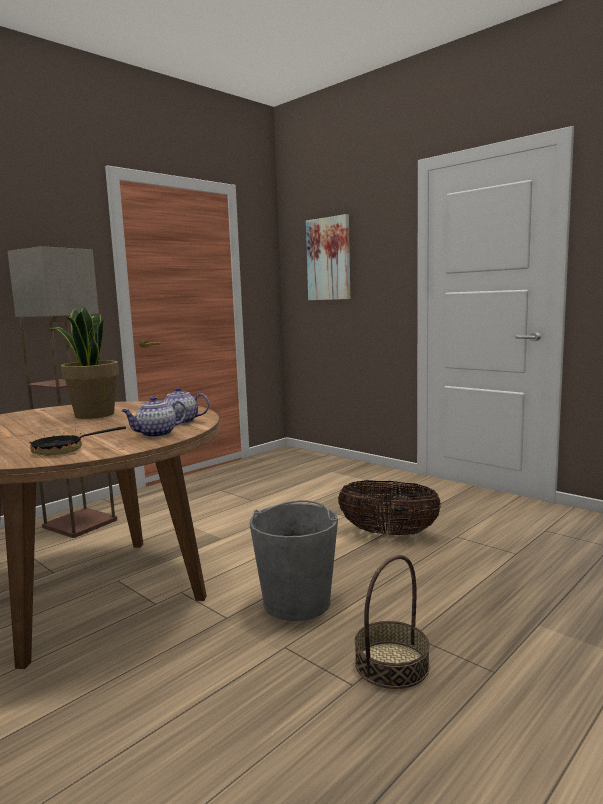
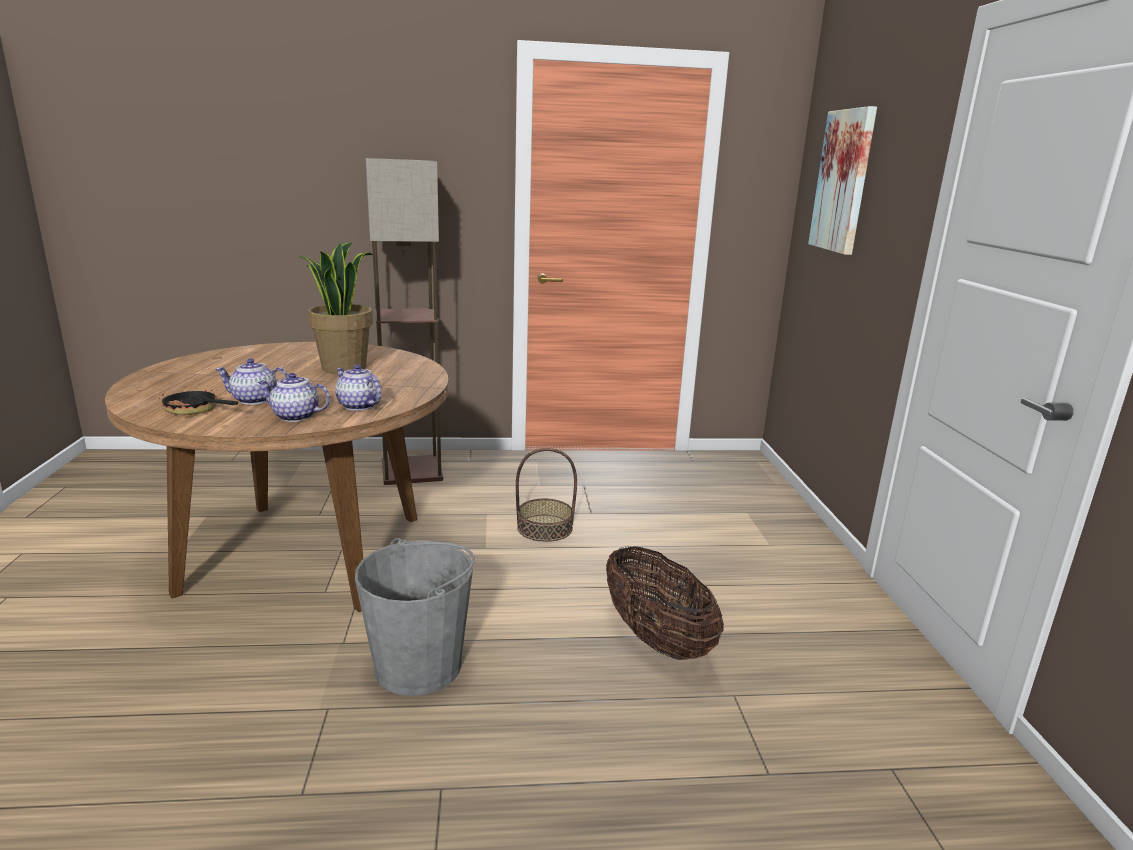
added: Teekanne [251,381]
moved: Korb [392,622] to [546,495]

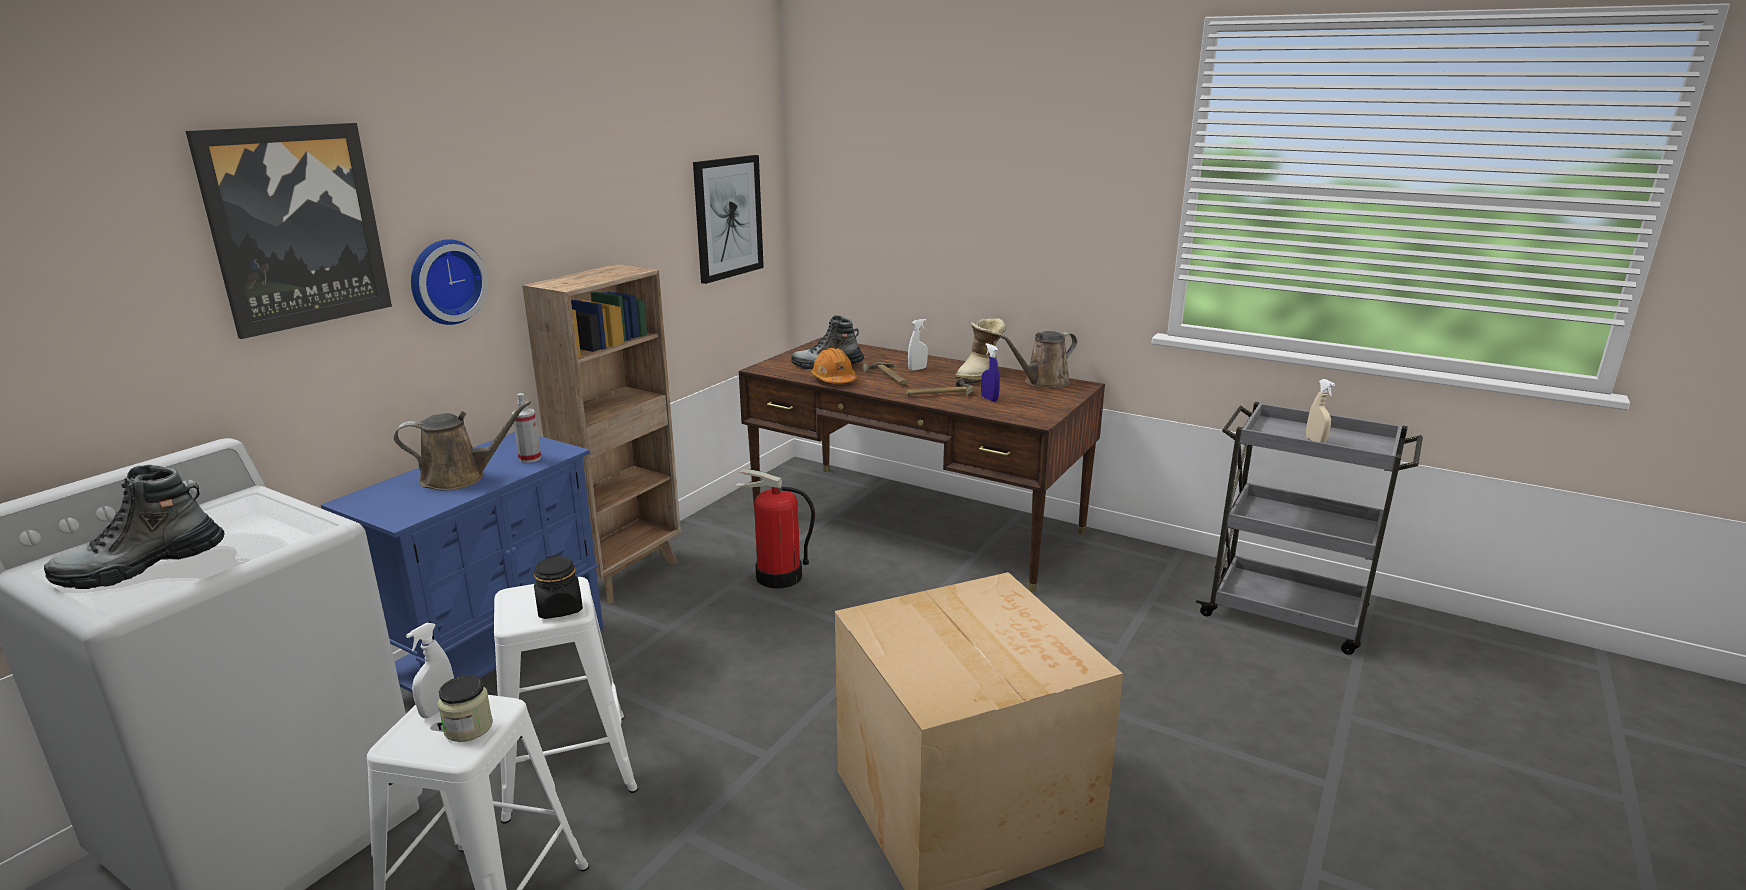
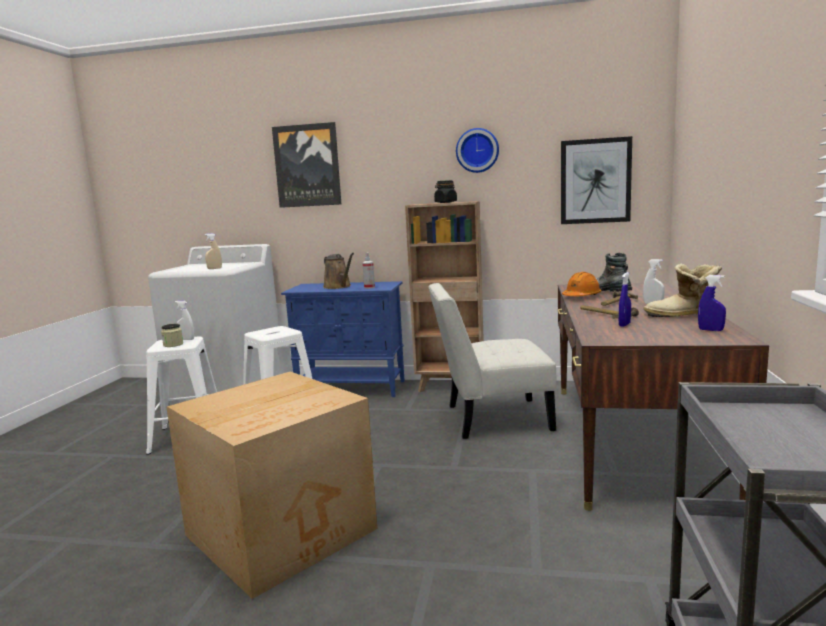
removed: Stiefel [134,527]
moved: Sprühflasche (beige) [1320,411] to [213,251]; Vorratsglas (schwarz) [558,587] to [445,191]; Wanduhr [449,282] to [477,150]
replaced: Feuerlöscher [775,529] to Stuhl (weiß) [492,361]; Gießkanne (braun) [1038,359] to Sprühflasche (blau) [712,303]

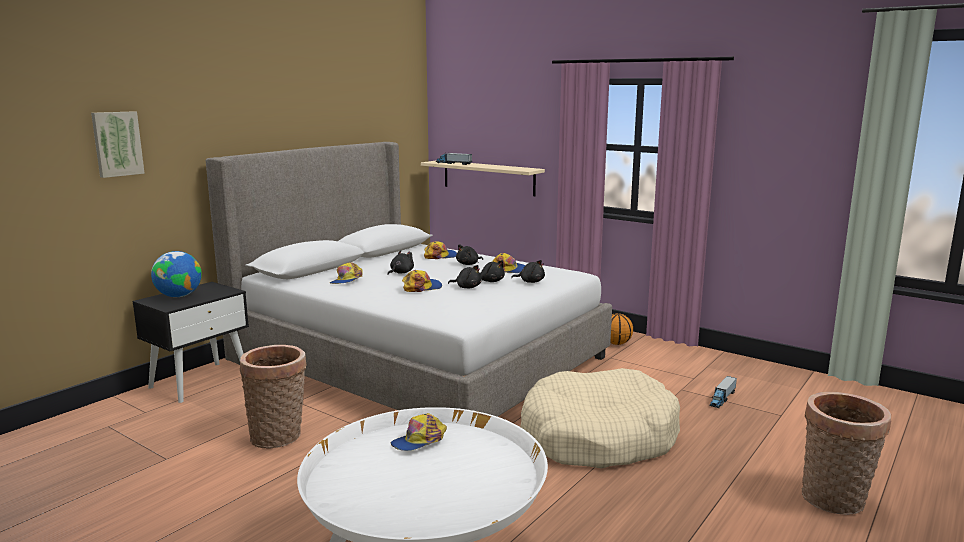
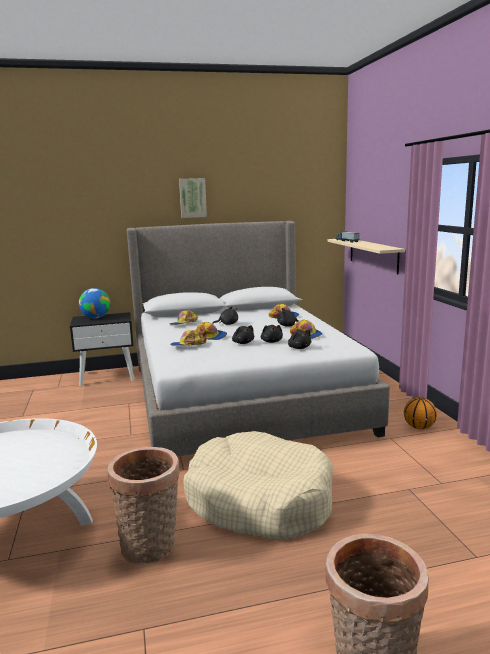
removed: Spielzeuglaster [723,392]
moved: Korb [273,397] to [144,506]; Kappe [419,432] to [188,338]; Bild [118,144] to [193,198]

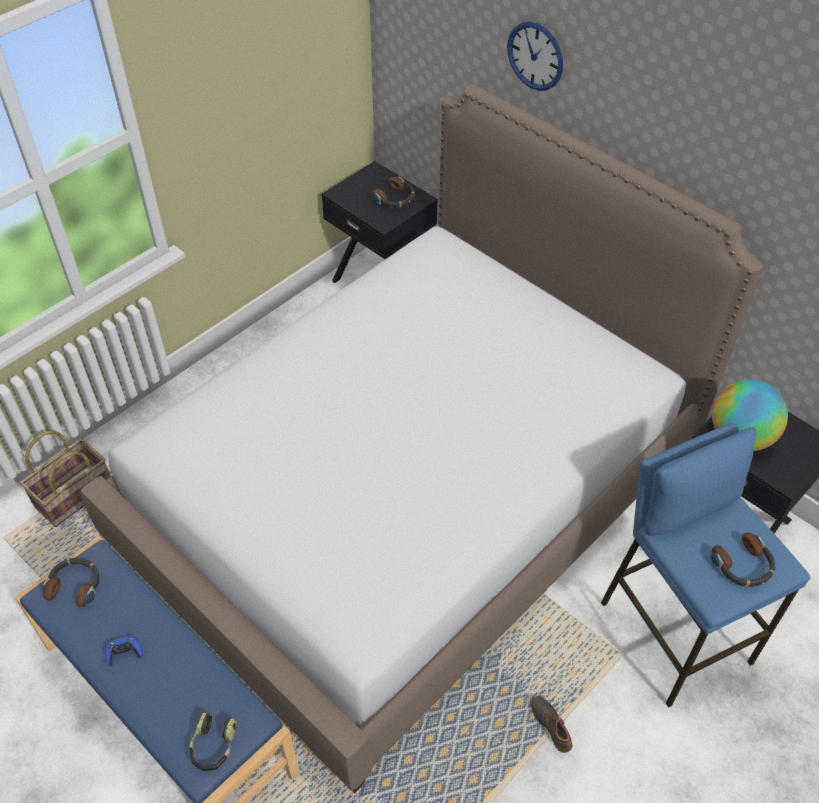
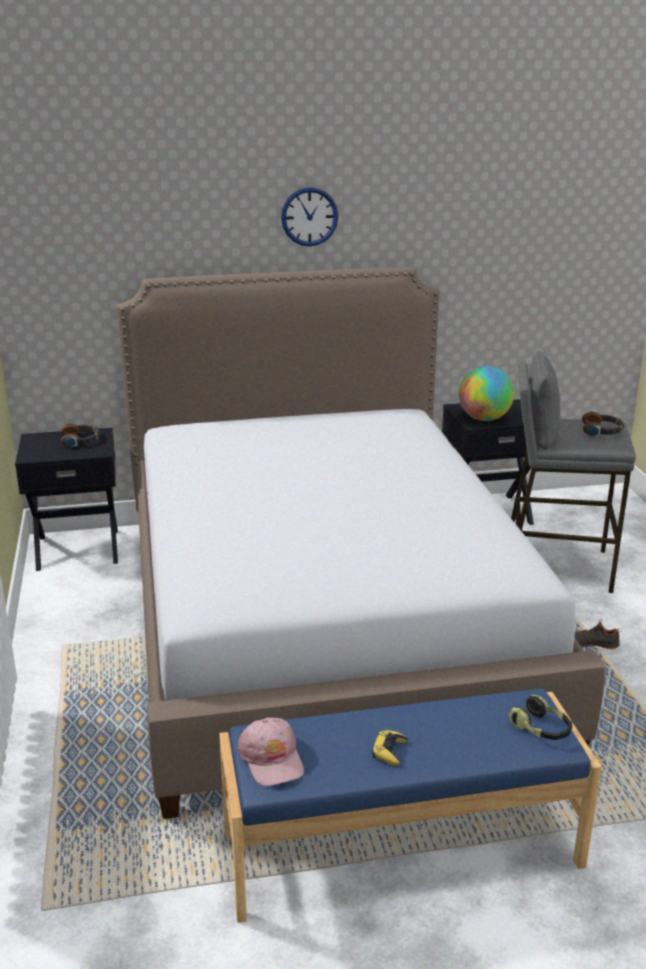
removed: Korb [65,478]
moved: Wanduhr [535,56] to [309,216]
replaced: Kopfhörer [71,582] to Kappe (rosa) [271,752]
recoloured: Gamepad (blau) [124,651] to Gamepad (gelb) [390,748]; Hocker (blau) [706,565] to Hocker (grau) [573,472]

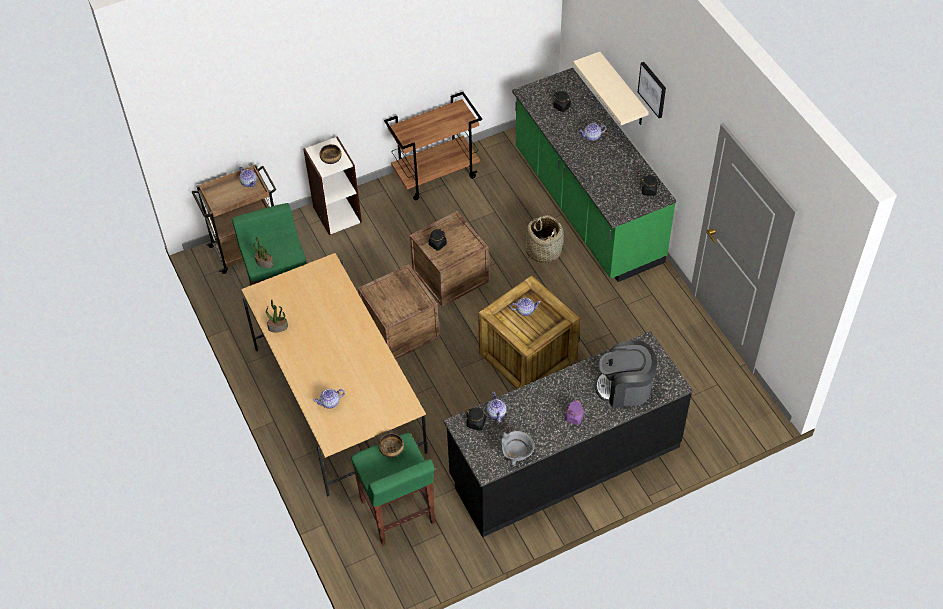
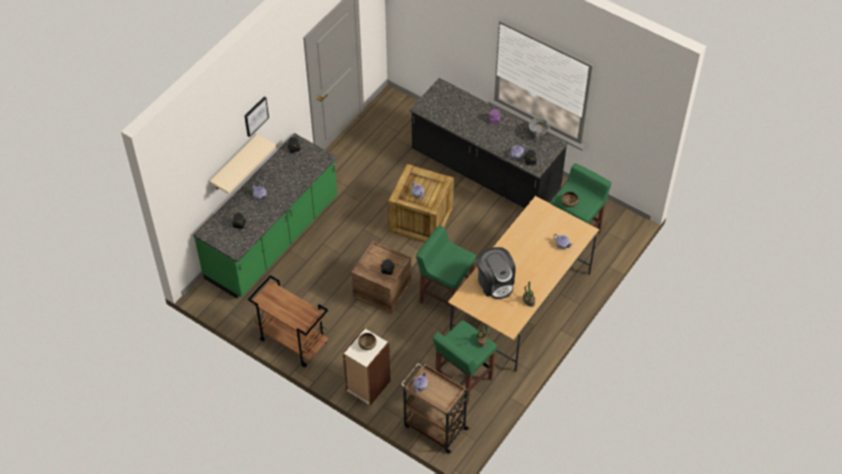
removed: Korb [544,239]
moved: Kaffeemaschine [626,374] to [496,273]
replaced: Kiste [399,311] to Hocker (grün) [446,272]

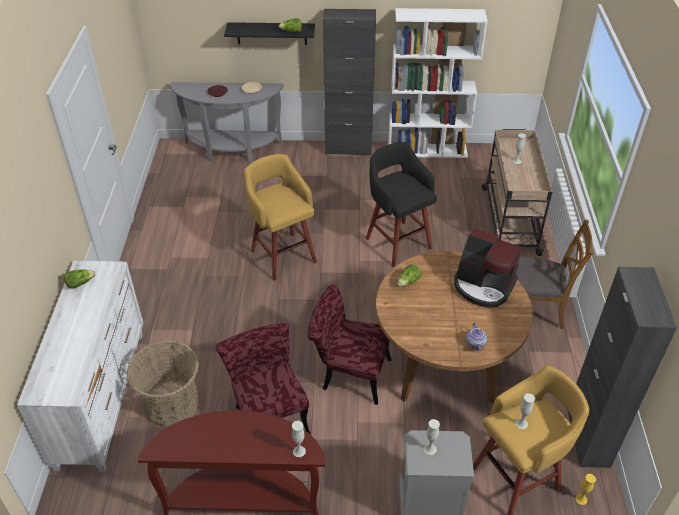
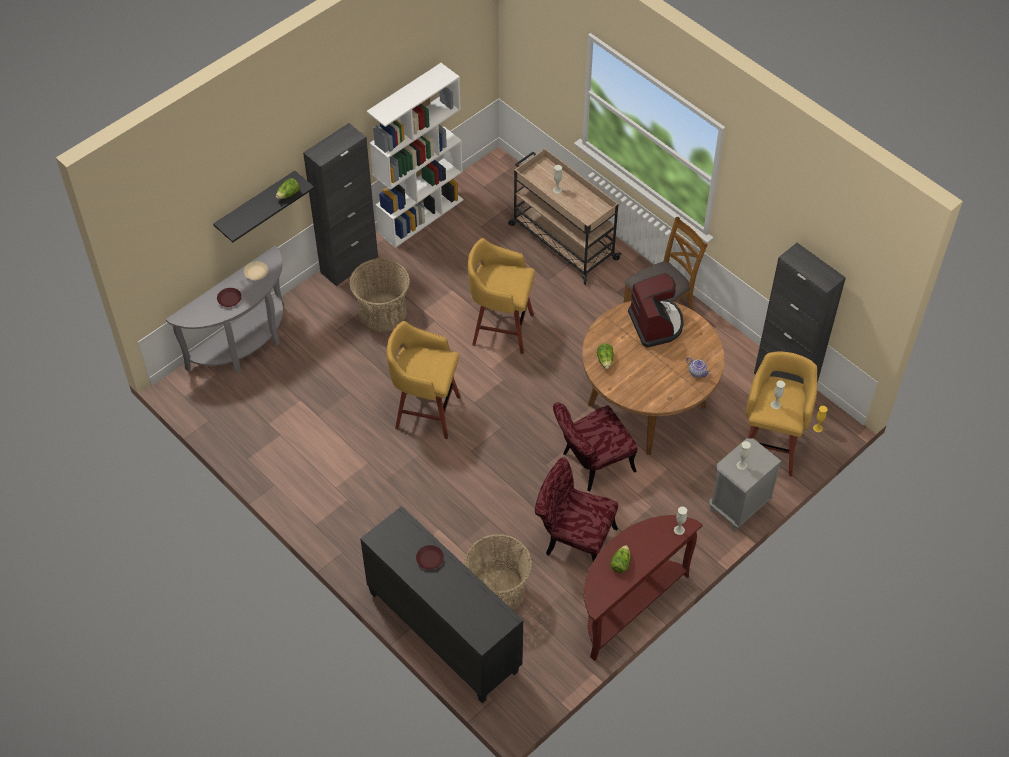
added: Korb [379,295]; Teller (braun) [430,557]
moved: Salatkopf [80,279] to [620,559]
recoloured: Kommode (weiß) [80,367] to Kommode (schwarz) [441,604]; Hocker (schwarz) [401,204] to Hocker (gelb) [501,296]
turned: Kaffeemaschine [487,268] = [656,310] 90 degrees counterclockwise

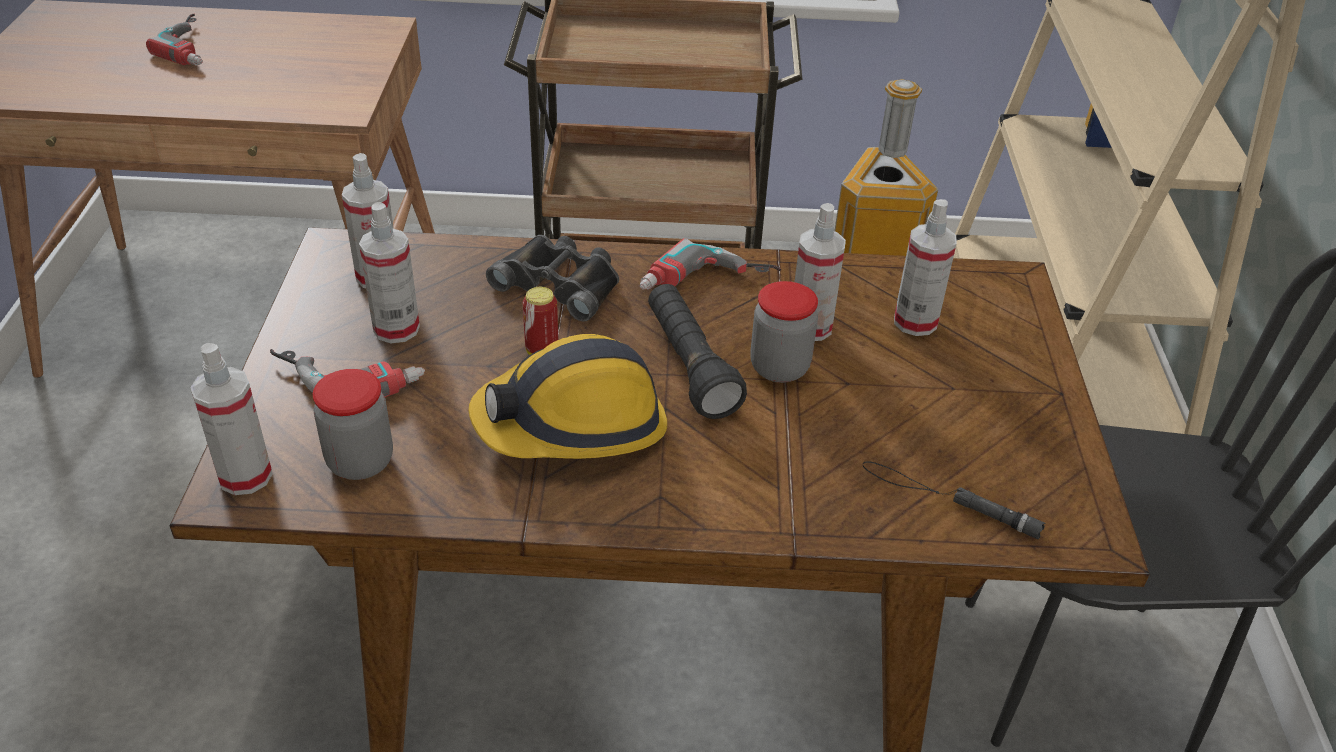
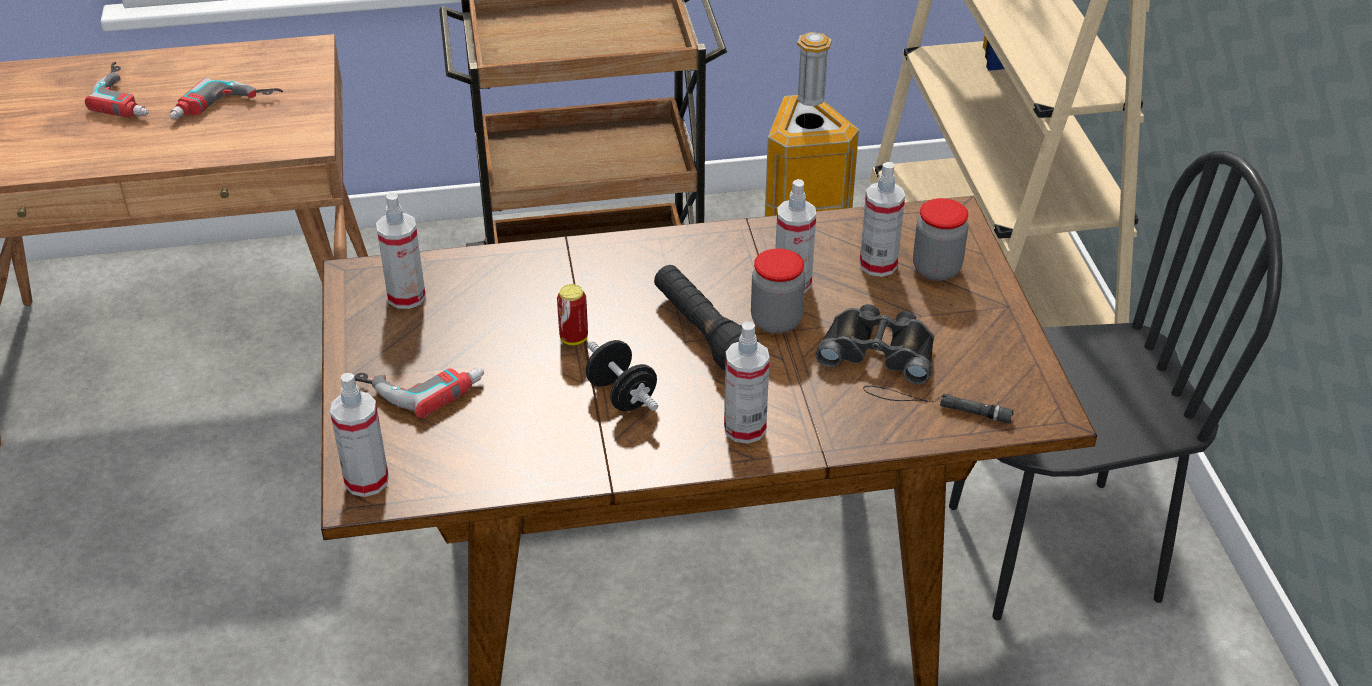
moved: Bohrmaschine [710,264] to [226,98]; Sprühflasche [389,272] to [747,382]; Fernglas (schwarz) [552,278] to [874,344]; Vorratsglas [353,424] to [940,239]
replaced: Schutzhelm [568,396] to Hantel (schwarz) [622,375]

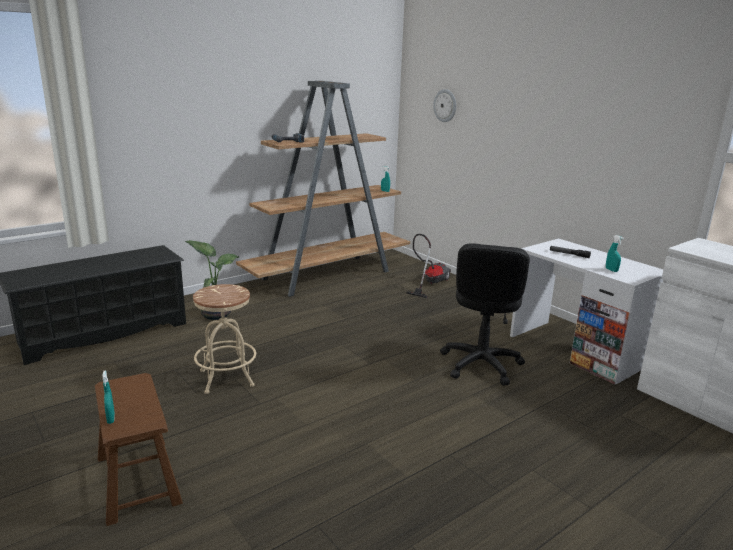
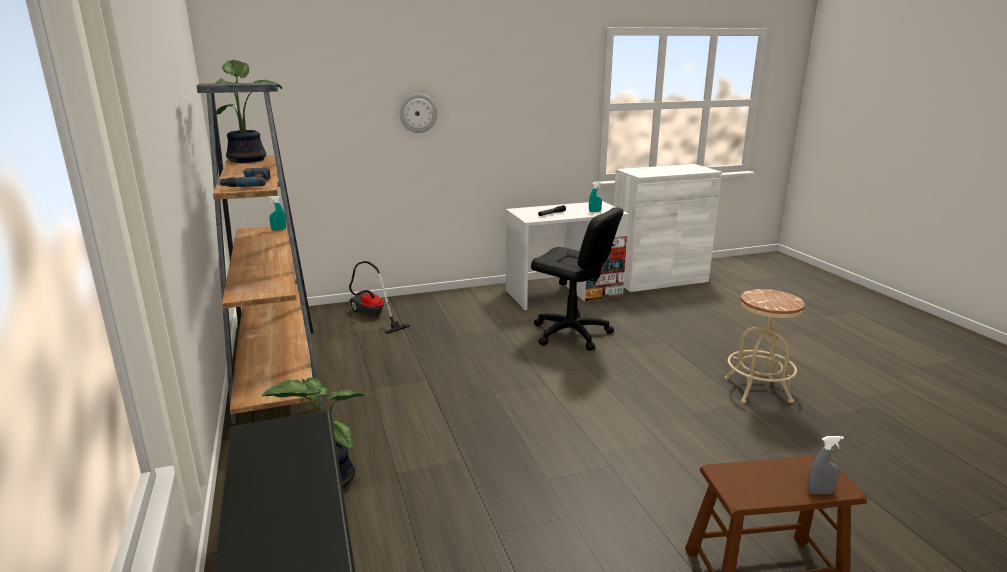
added: Topfpflanze [249,111]
moved: Wanduhr [444,105] to [418,113]; Hocker (beige) [224,339] to [765,346]
recoloured: Sprühflasche (türkis) [108,397] to Sprühflasche (grau) [825,465]

